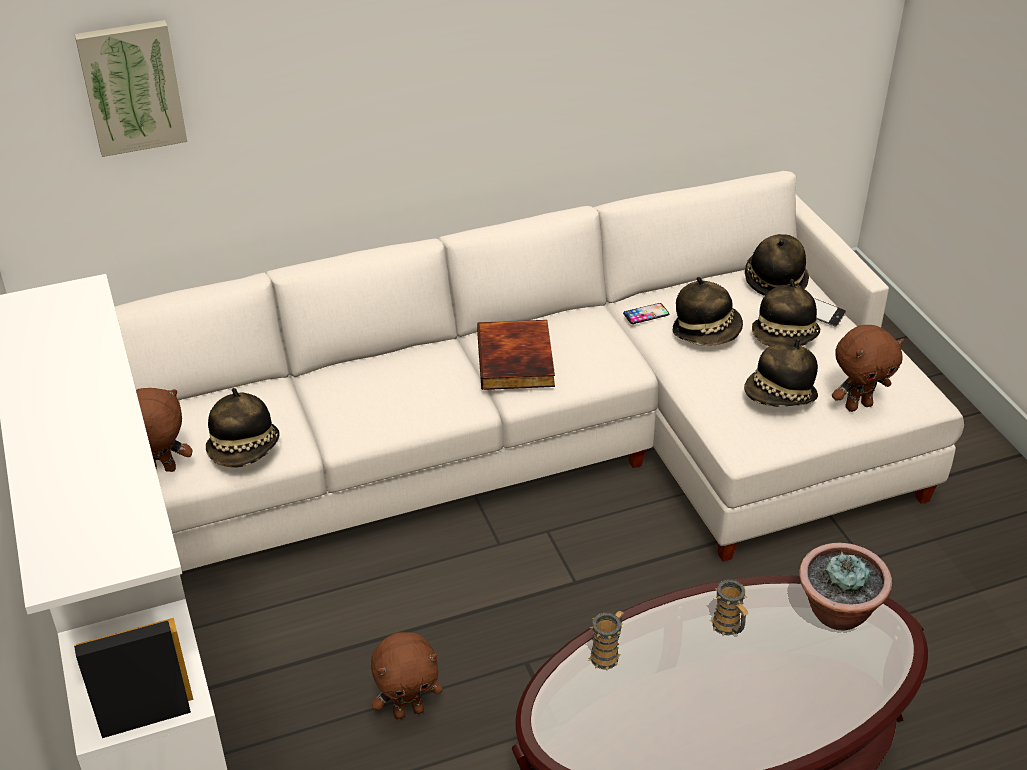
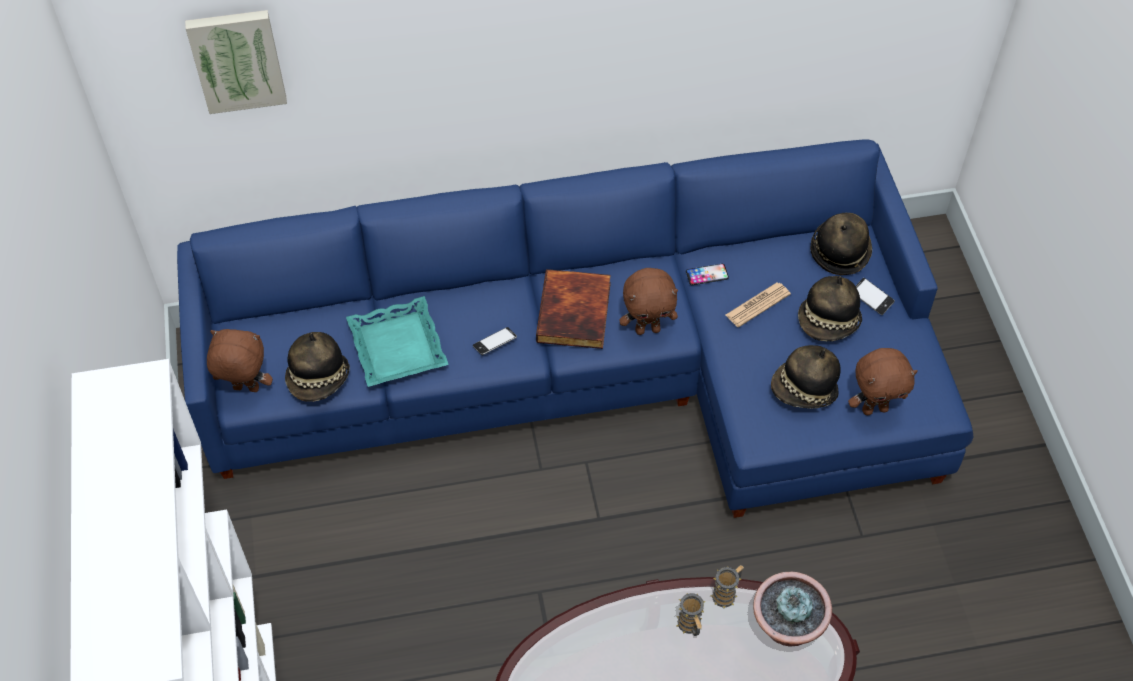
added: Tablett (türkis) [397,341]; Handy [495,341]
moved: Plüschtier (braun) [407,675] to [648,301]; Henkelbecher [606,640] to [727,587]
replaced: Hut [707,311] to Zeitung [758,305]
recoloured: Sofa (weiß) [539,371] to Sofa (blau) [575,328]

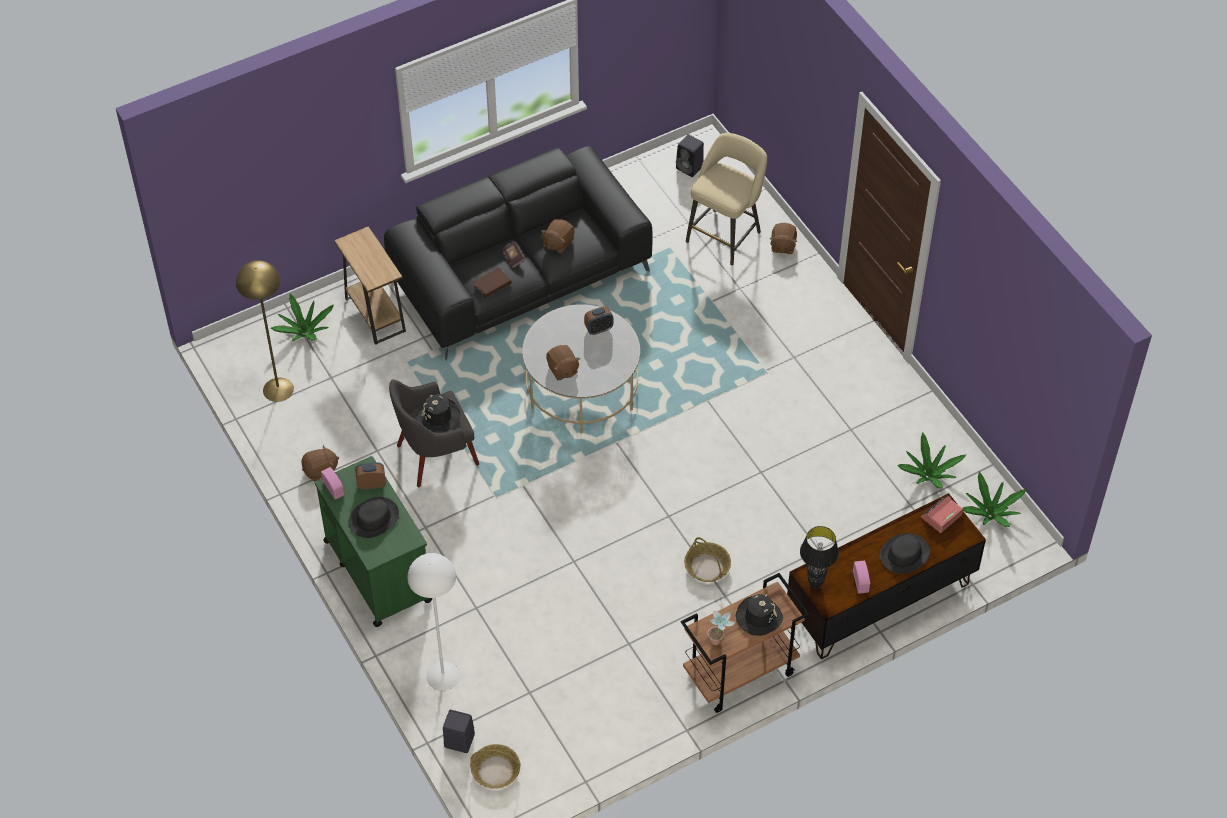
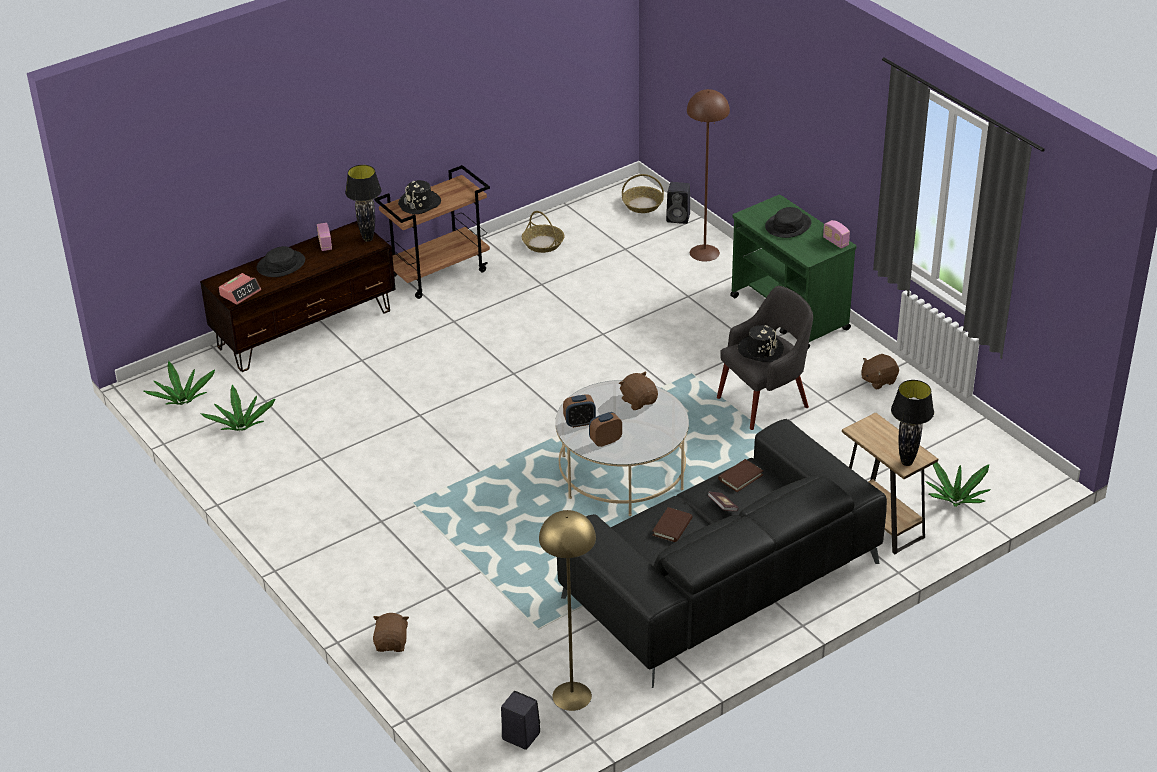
removed: Hocker (beige) [726,199]; Topfpflanze [722,628]
added: Tischlampe (schwarz) [912,423]
moved: Korb [707,559] to [543,232]; Stehlampe (gelb) [265,331] to [567,610]; Wecker [370,475] to [579,411]
replaced: Plüschtier (braun) [558,236] to Buch (braun) [673,524]
recoloured: Stehlampe (weiß) [434,622] to Stehlampe (braun) [708,175]

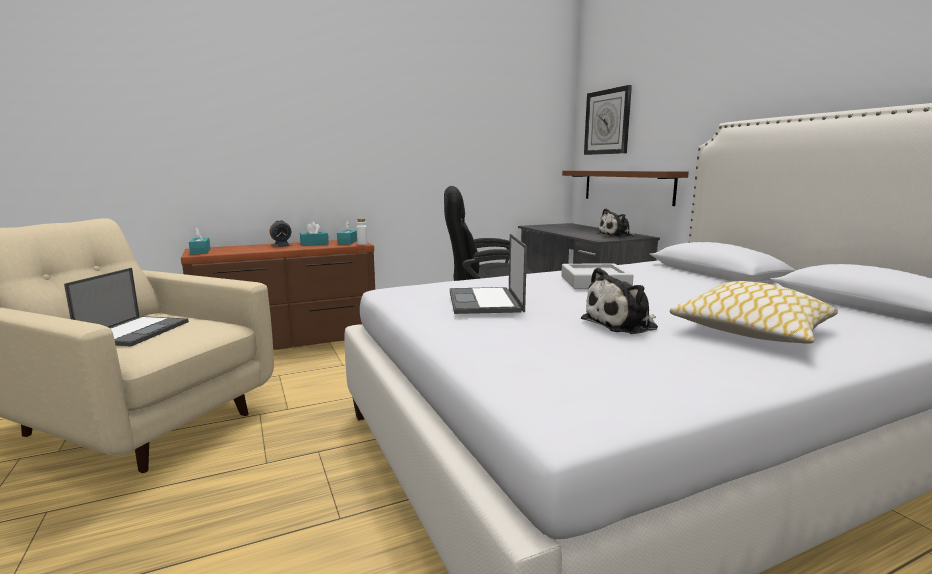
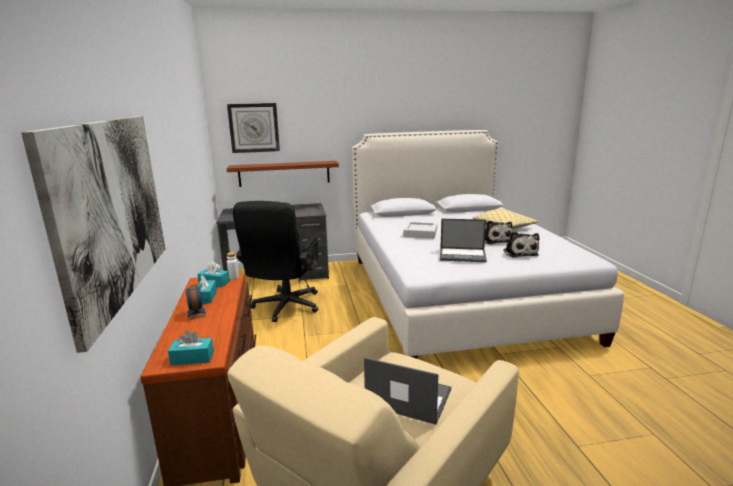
added: Bild [93,234]
moved: Plüschtier [616,223] to [521,245]

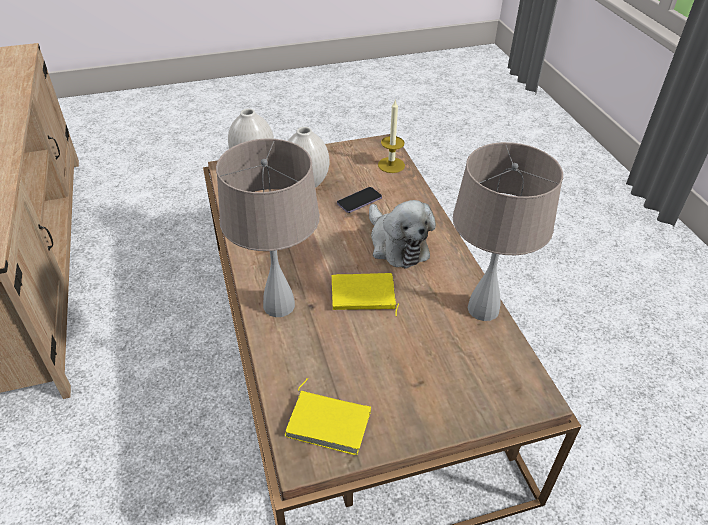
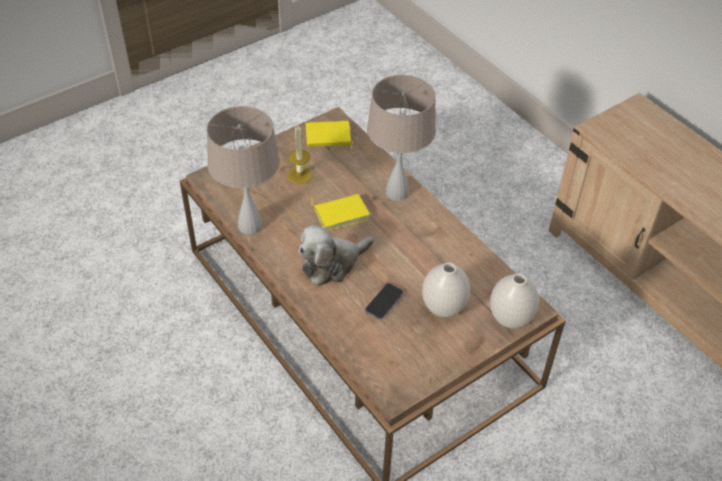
moved: Kerze [391,137] to [300,154]
turned: Plüschtier [402,234] = [336,255] 75 degrees counterclockwise

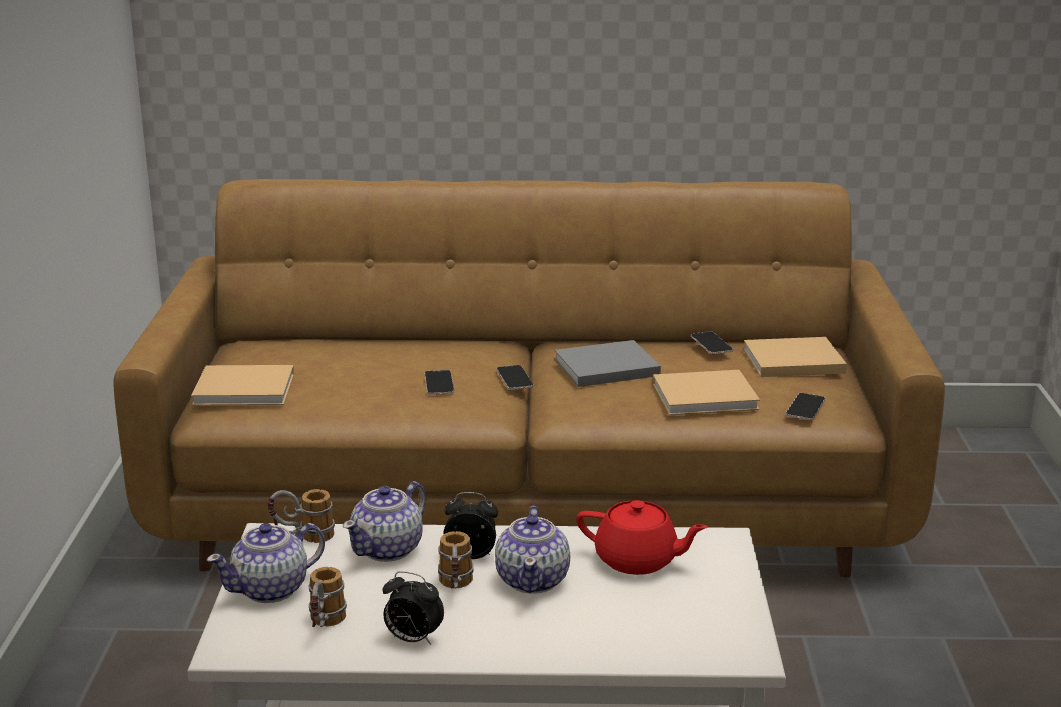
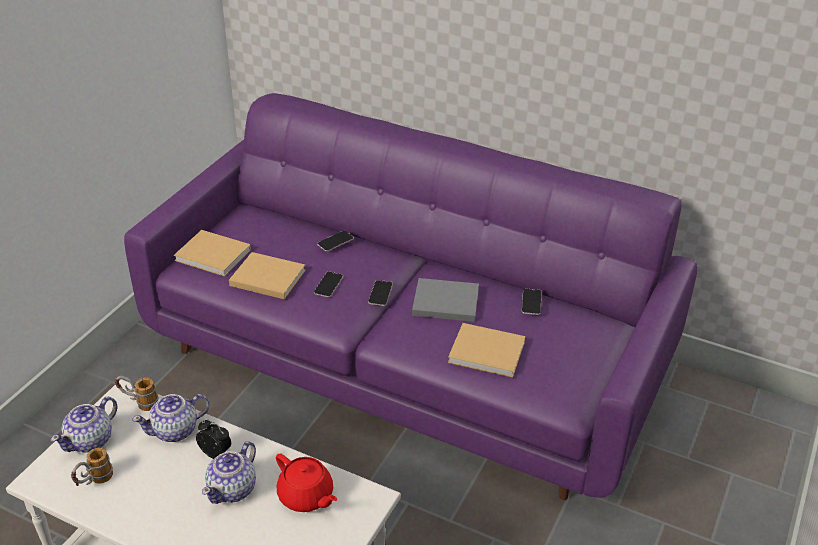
removed: Wecker [413,608]; Henkelbecher [456,560]
moved: Buch (beige) [795,357] to [267,275]; Handy [805,406] to [335,241]
recoloured: Sofa (braun) [529,378] to Sofa (lila) [411,296]
turned: Teekanne [266,563] = [84,425] 45 degrees counterclockwise

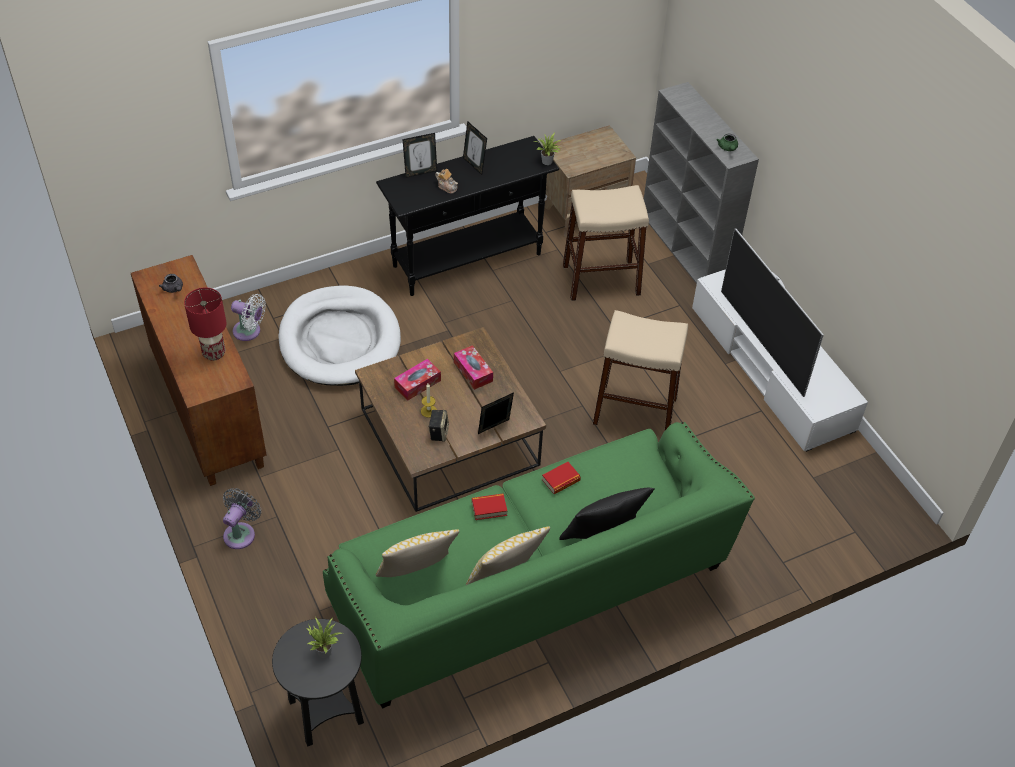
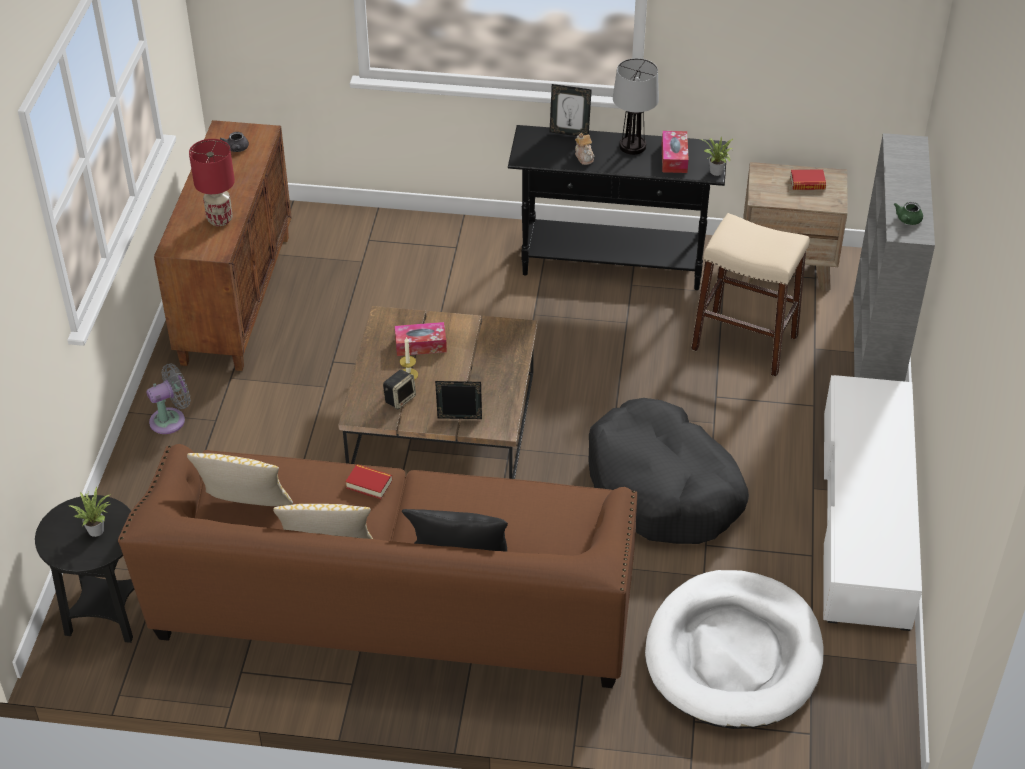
removed: Ventilator (weiß) [248,317]; Fernseher [772,312]
moved: Hundebett (weiß) [339,336] to [734,649]; Taschentuchbox [473,367] to [675,152]; Buch [561,478] to [808,180]
replaced: Hocker (beige) [640,370] to Hundebett (schwarz) [668,471]; Bilderrahmen [475,148] to Tischlampe [636,106]
recoloured: Sofa (grün) [539,565] to Sofa (braun) [377,566]

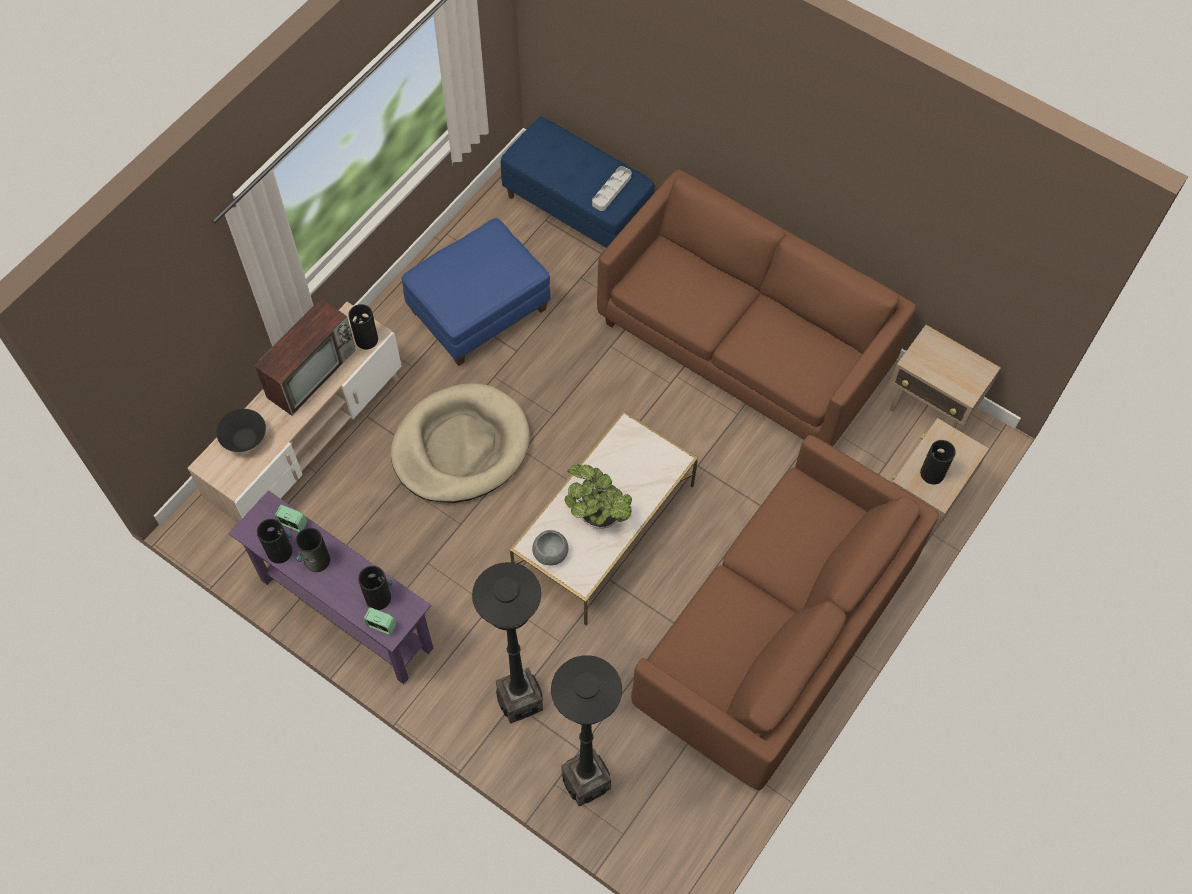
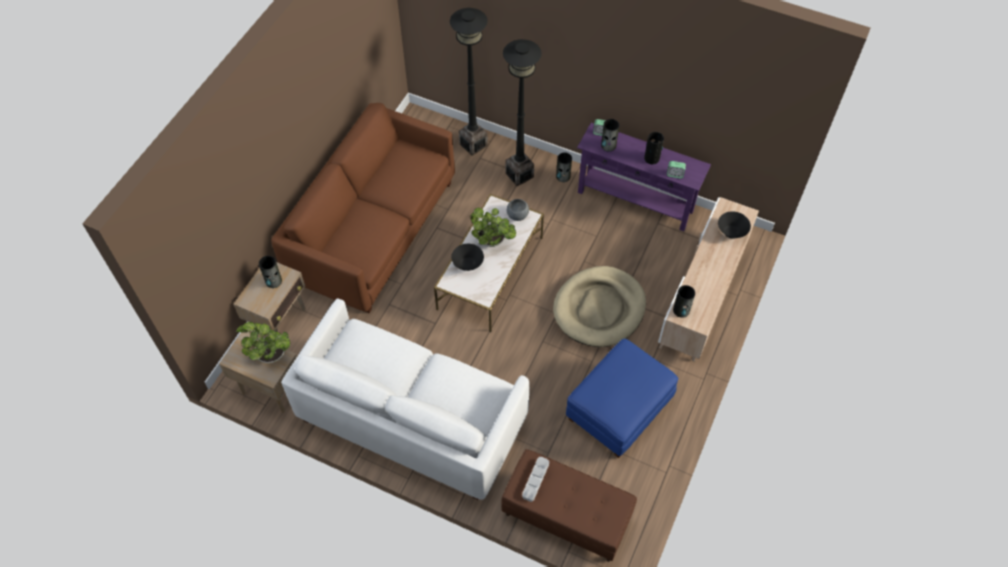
removed: Fernseher [305,357]
added: Topfpflanze [263,342]; Schüssel (schwarz) [467,257]
moved: Vase [274,541] to [564,167]
recoloured: Sofa (braun) [756,308] to Sofa (weiß) [405,399]; Bank (blau) [577,182] to Bank (braun) [569,505]

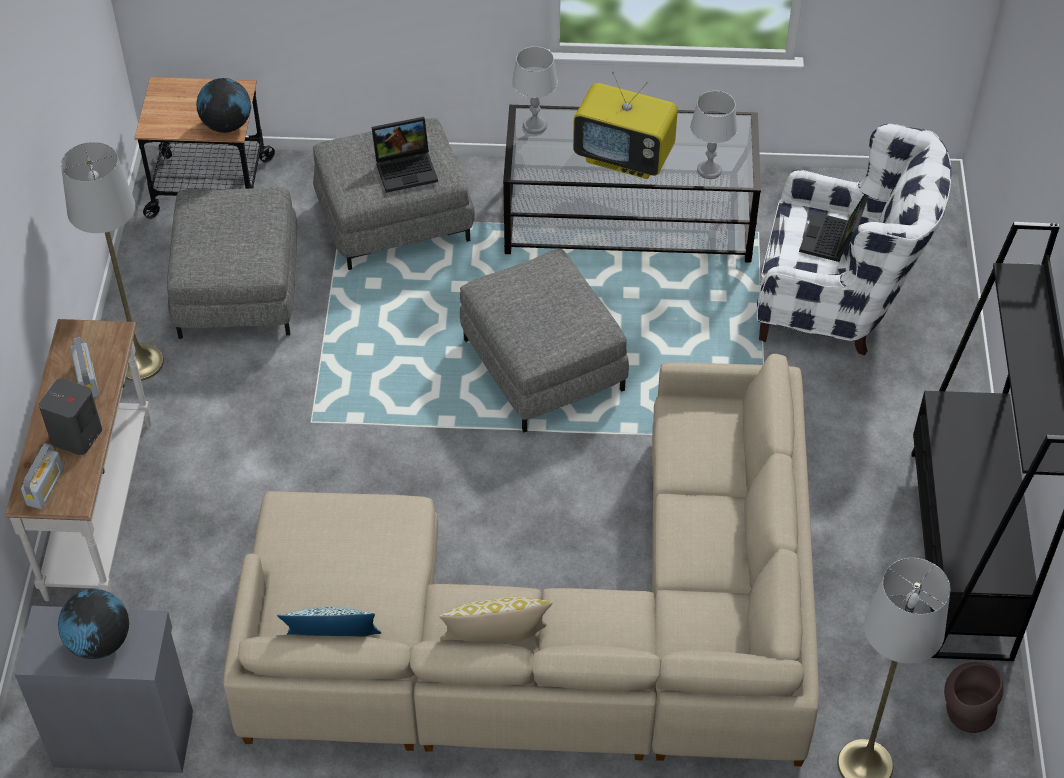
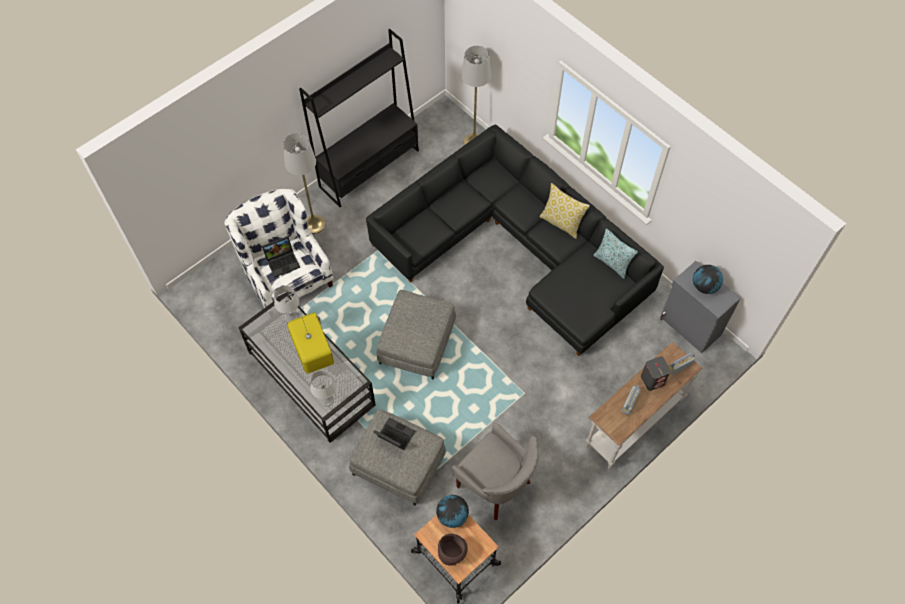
moved: Stehlampe (grau) [112,261] to [304,183]; Vase (braun) [973,697] to [453,550]
replaced: Polsterhocker (grau) [232,263] to Sessel (grau) [495,471]
recoloured: Sofa (beige) [521,560] to Sofa (schwarz) [515,240]

